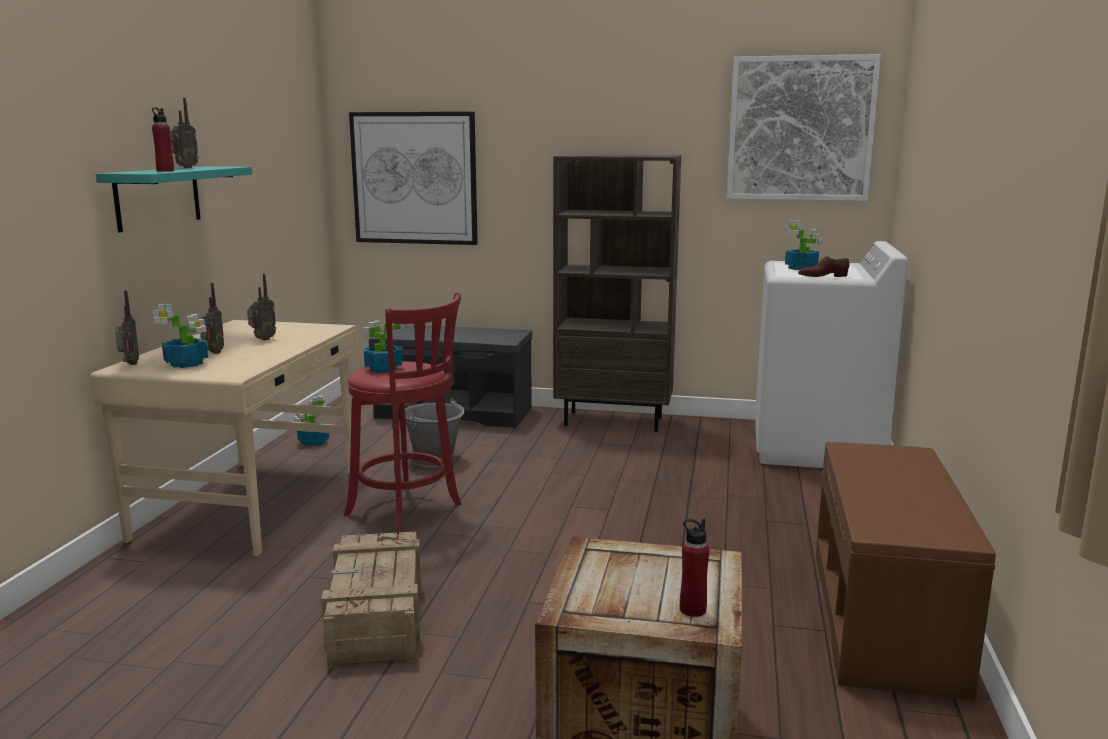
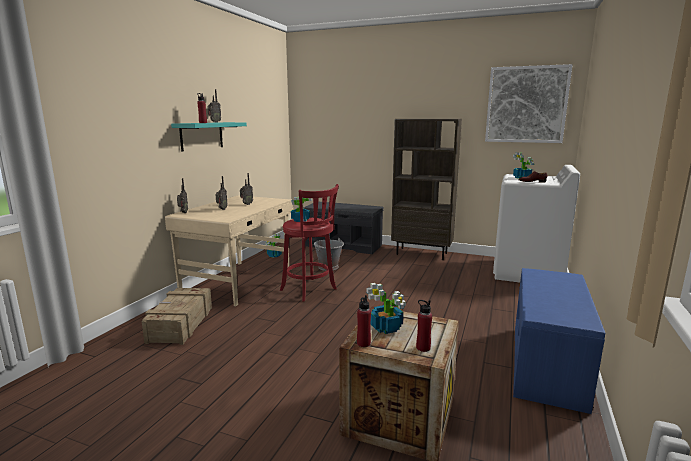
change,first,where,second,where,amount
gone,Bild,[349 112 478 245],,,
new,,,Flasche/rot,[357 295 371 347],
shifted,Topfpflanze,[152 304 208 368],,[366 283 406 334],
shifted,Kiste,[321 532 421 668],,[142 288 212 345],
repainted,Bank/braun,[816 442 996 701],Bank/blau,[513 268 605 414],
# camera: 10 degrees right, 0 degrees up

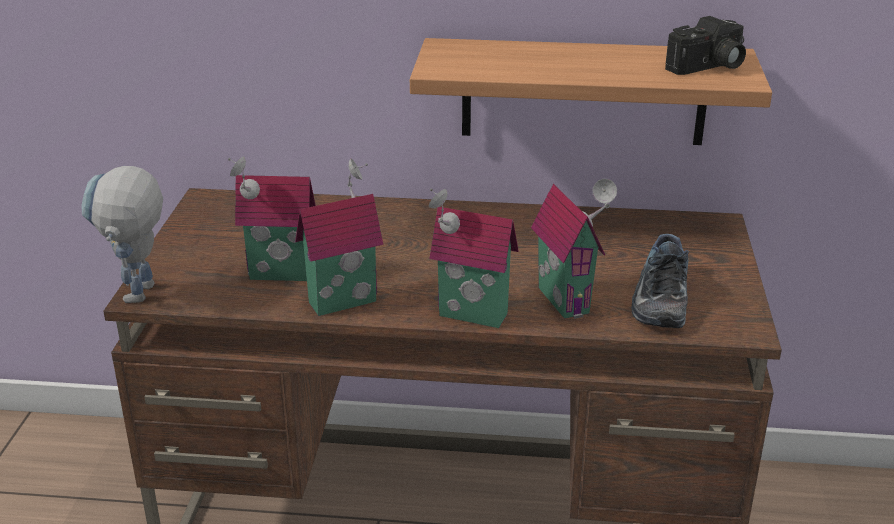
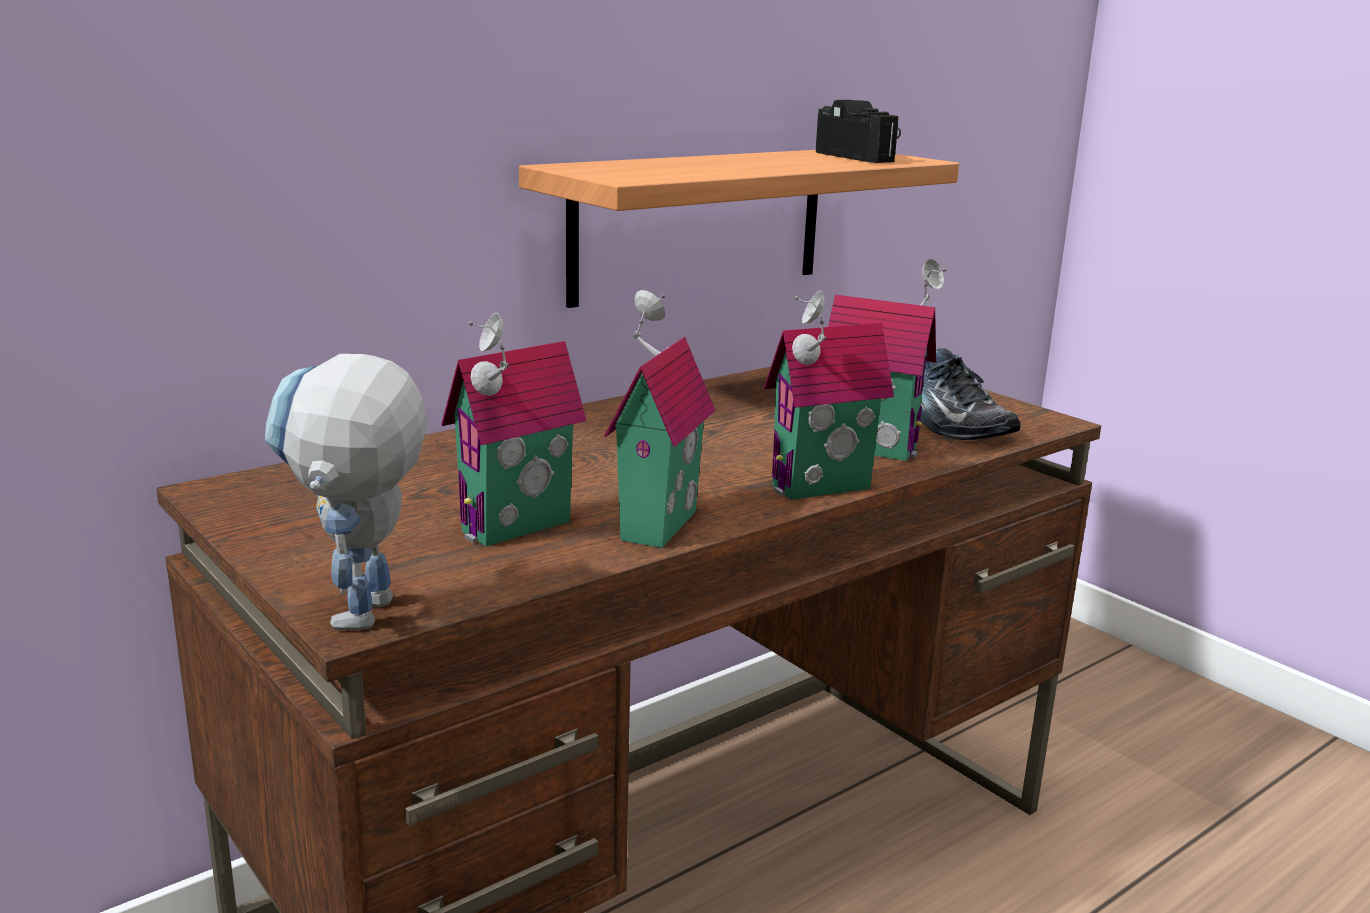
change,first,where,second,where,amount
rotated,Spielzeugroboter,[81 166 163 303],,[265 354 428 630],45 degrees clockwise
rotated,Kamera,[665 16 746 75],,[816 100 901 163],45 degrees counterclockwise
# camera: 45 degrees left, 10 degrees down

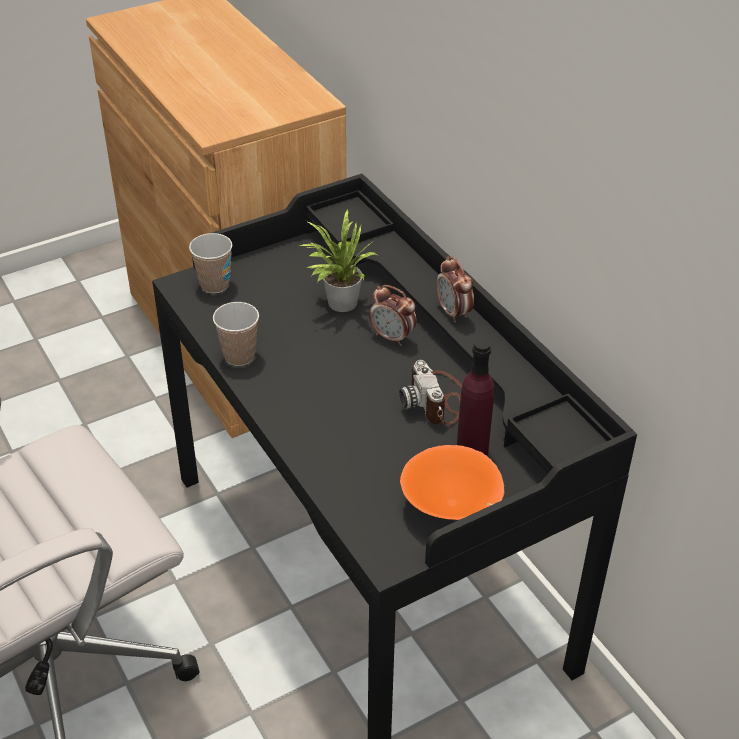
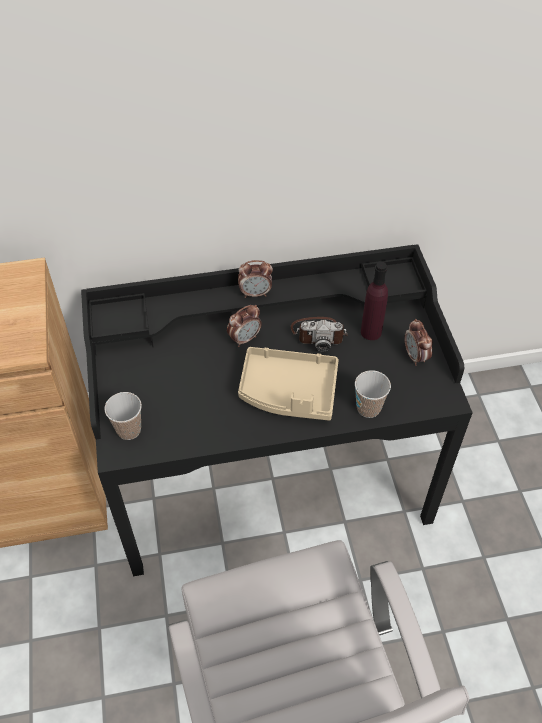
change,first,where,second,where,amount
gone,Topfpflanze,[300 209 377 312],,,
new,,,Tablett/beige,[238 347 339 420],
shifted,Tasse,[213 302 259 366],,[355 370 391 418],
swapped,Schüssel/orange,[400 445 504 520],Wecker,[405 319 433 366],
# camera: 70 degrees left, 10 degrees up

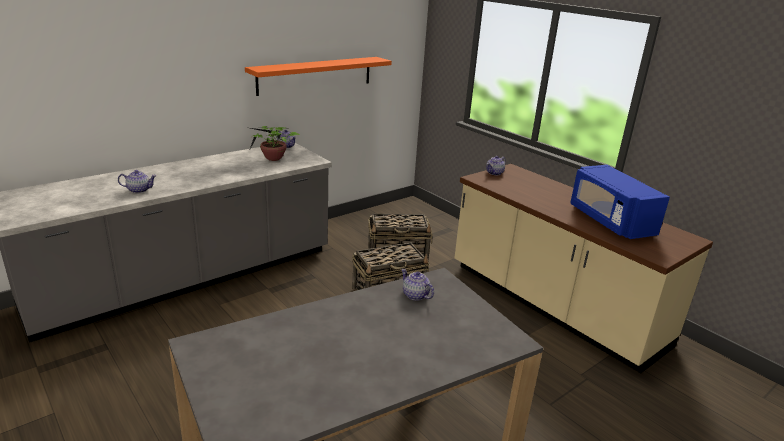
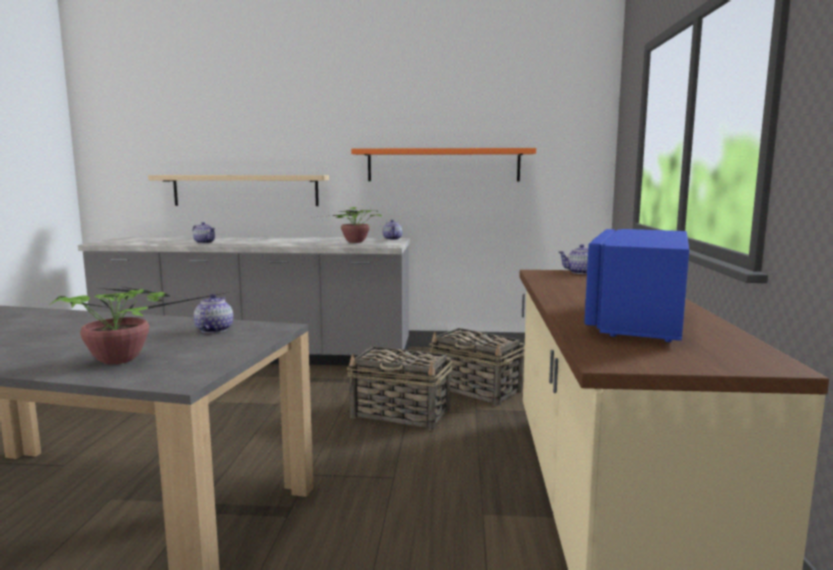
change,first,where,second,where,amount
new,,,Topfpflanze,[50 287 229 365],
new,,,Wandregal/beige,[148 175 329 206],
# camera: 45 degrees right, 15 degrees down

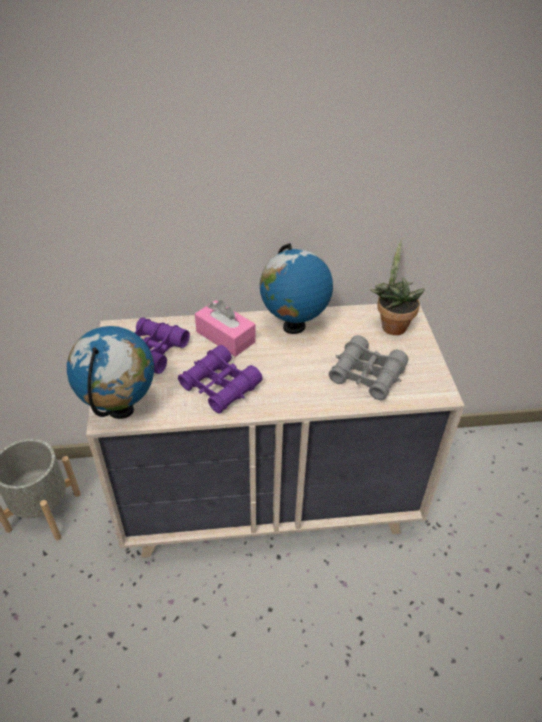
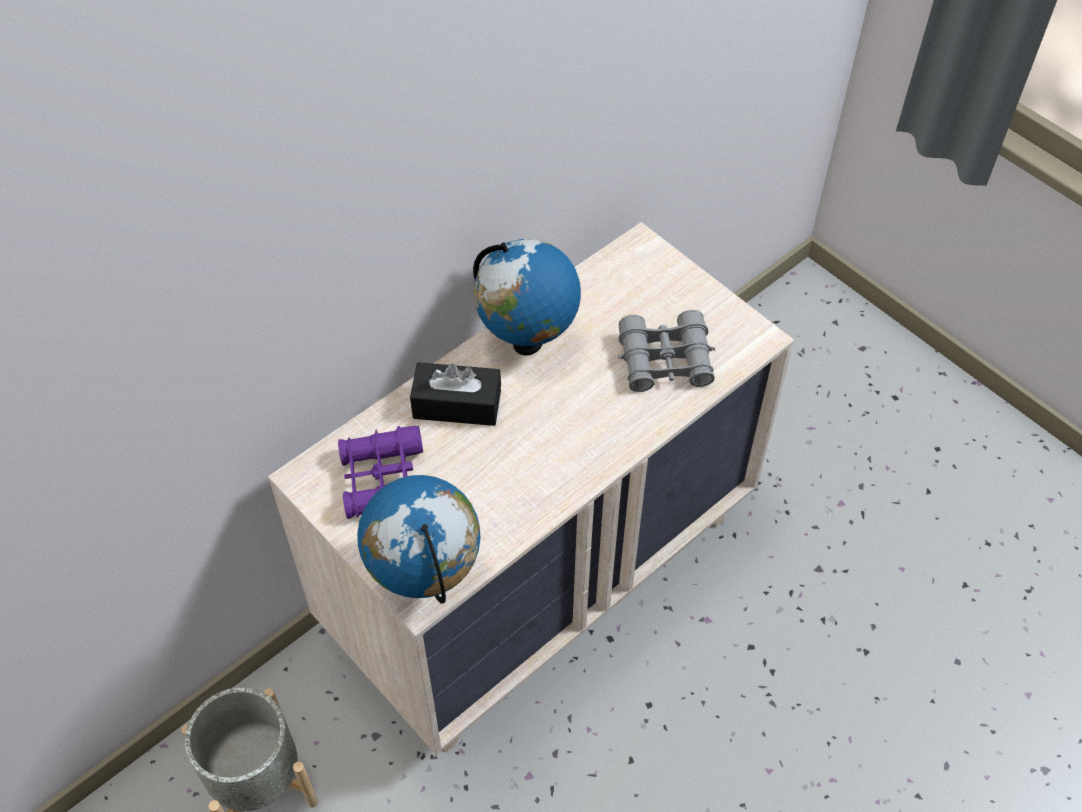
change,first,where,second,where,amount
gone,Fernglas/lila,[178 345 262 414],,,
gone,Topfpflanze,[370 239 425 335],,,
repainted,Taschentuchbox/rosa,[195 300 256 357],Taschentuchbox/schwarz,[410 362 501 426],
# camera: 35 degrees left, 10 degrees up

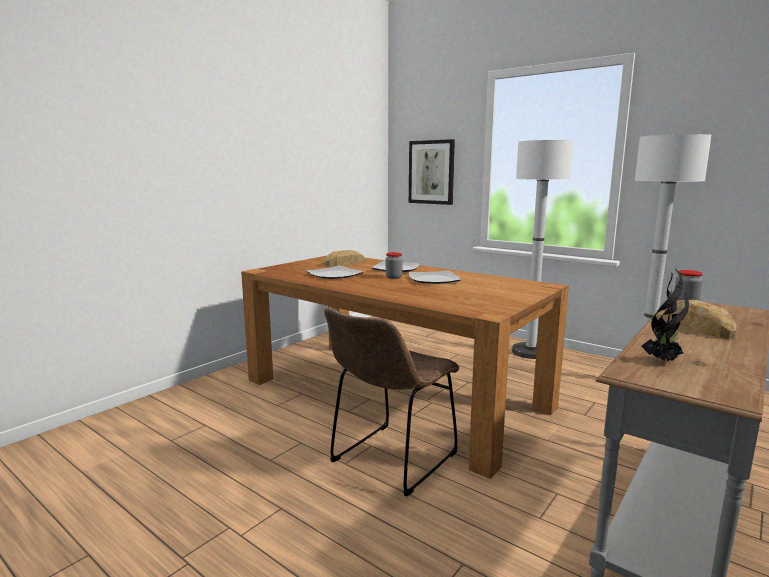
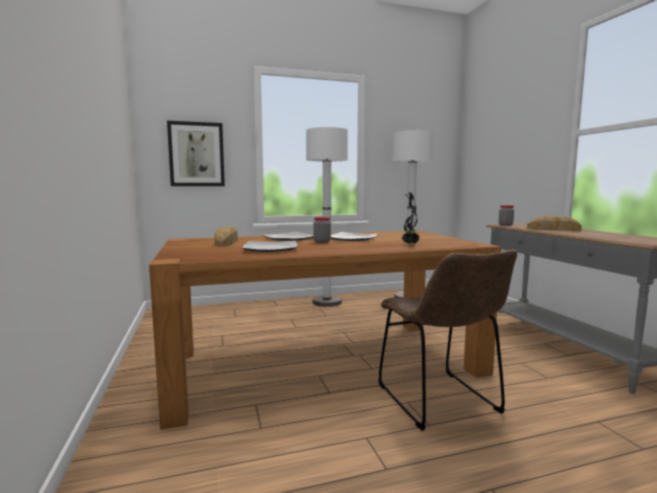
change,first,where,second,where,amount
shifted,Topfpflanze,[641 269 689 362],,[402 192 420 245],
# camera: 55 degrees left, 5 degrees down

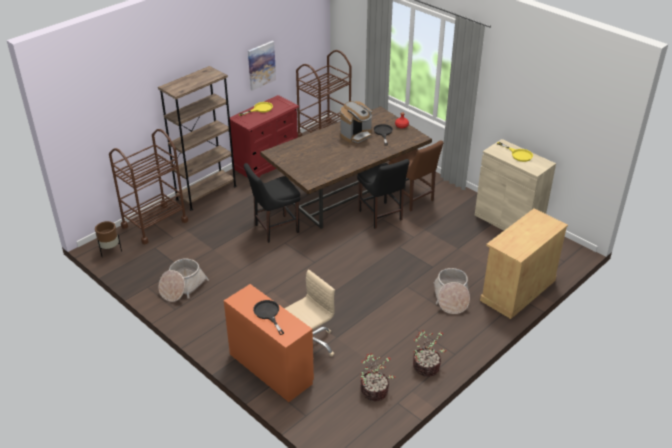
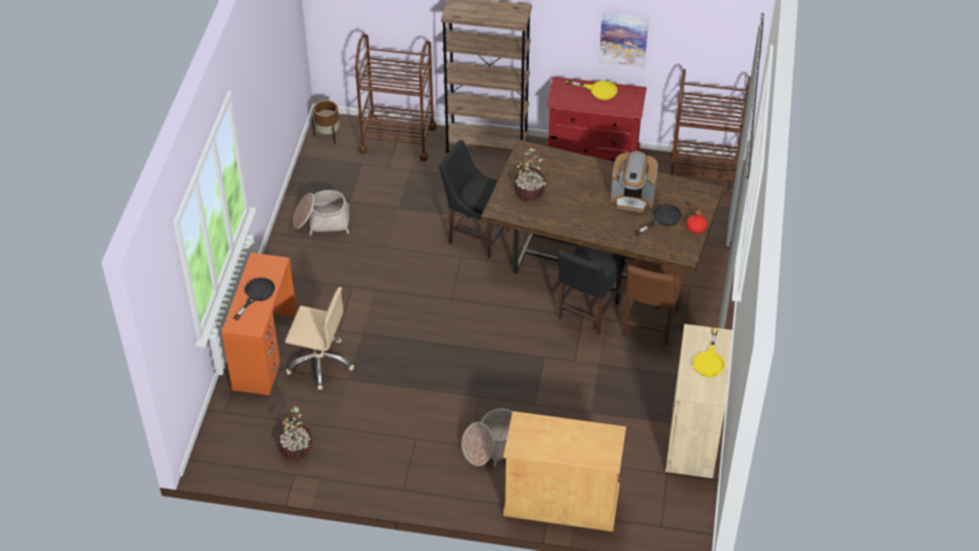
change,first,where,second,where,amount
shifted,Topfpflanze,[413 331 446 377],,[514 146 548 201],
# camera: 55 degrees right, 10 degrees up

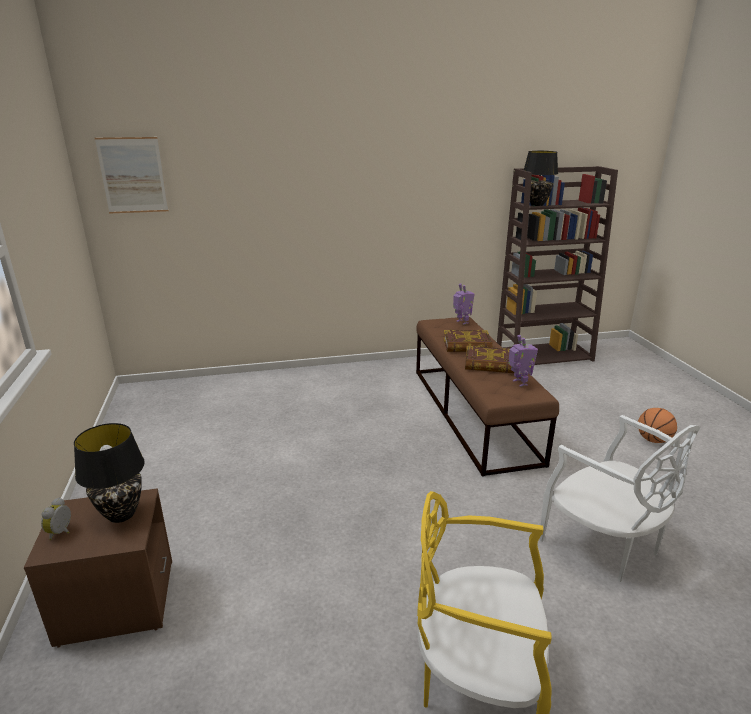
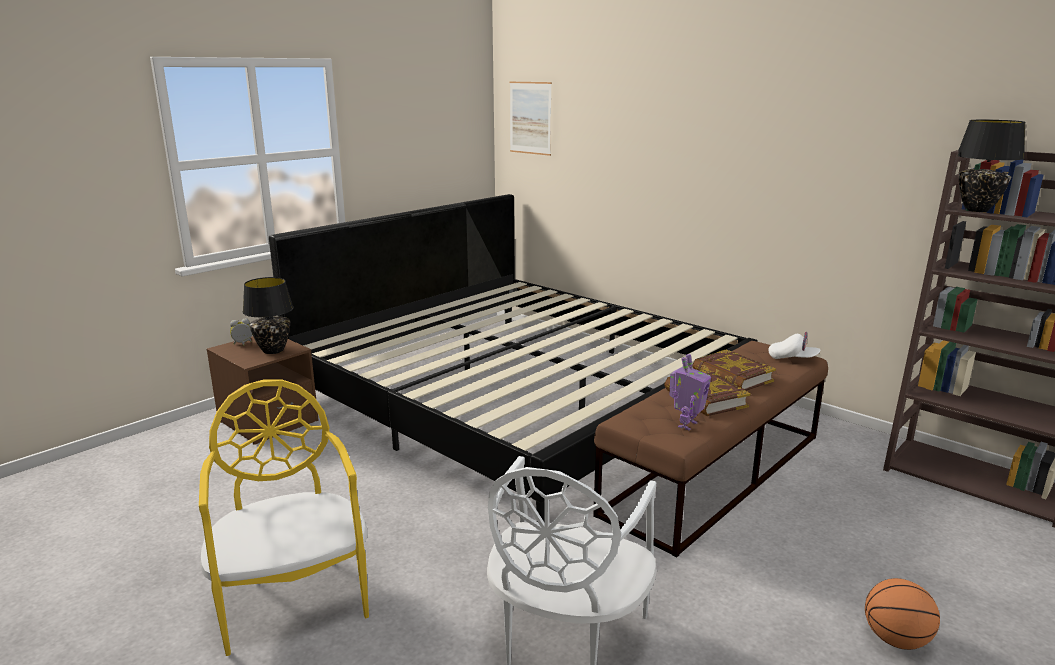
change,first,where,second,where,amount
new,,,Bett,[269 194 758 521],
swapped,Spielzeugroboter,[453 283 475 325],Kappe/weiß,[769 332 820 359],
# camera: 55 degrees right, 5 degrees down

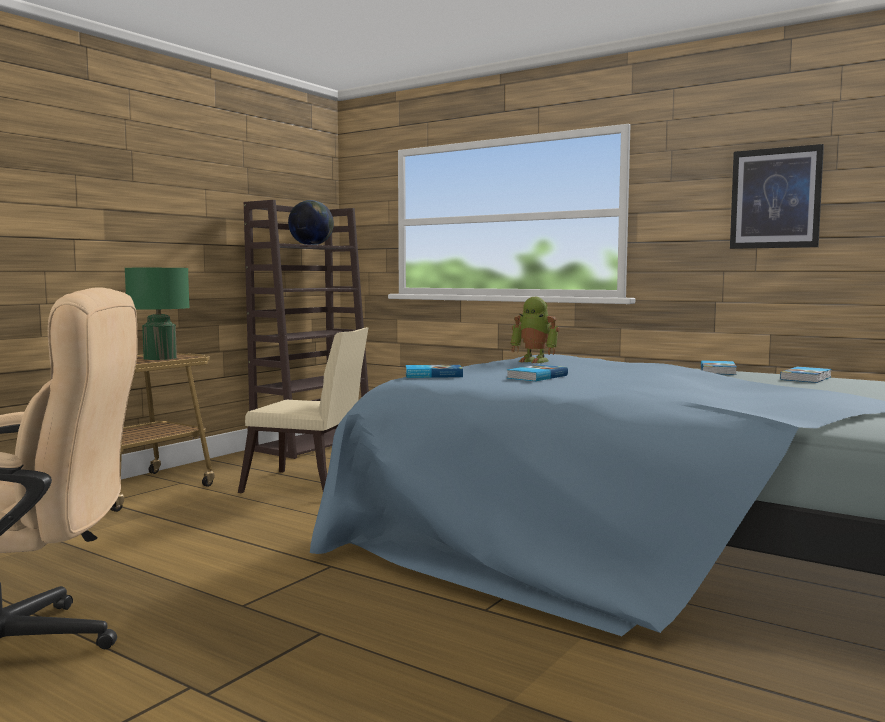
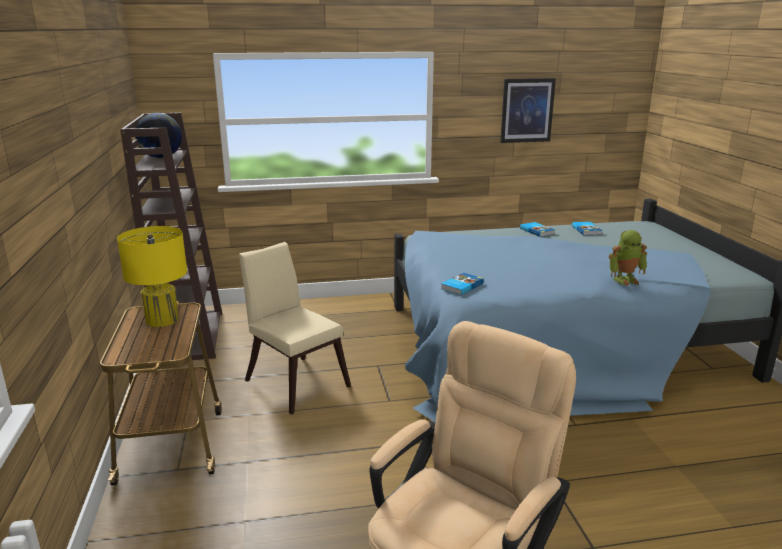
change,first,where,second,where,amount
gone,Buch,[507 365 568 381],,,
shifted,Spielzeugroboter,[510 297 560 363],,[609 230 647 286],
repainted,Tischlampe/grün,[125 267 190 360],Tischlampe/gelb,[117 226 187 327],
rotated,Stuhl/beige,[238 327 369 493],,[239 242 351 415],105 degrees counterclockwise
# camera: 45 degrees left, 15 degrees up

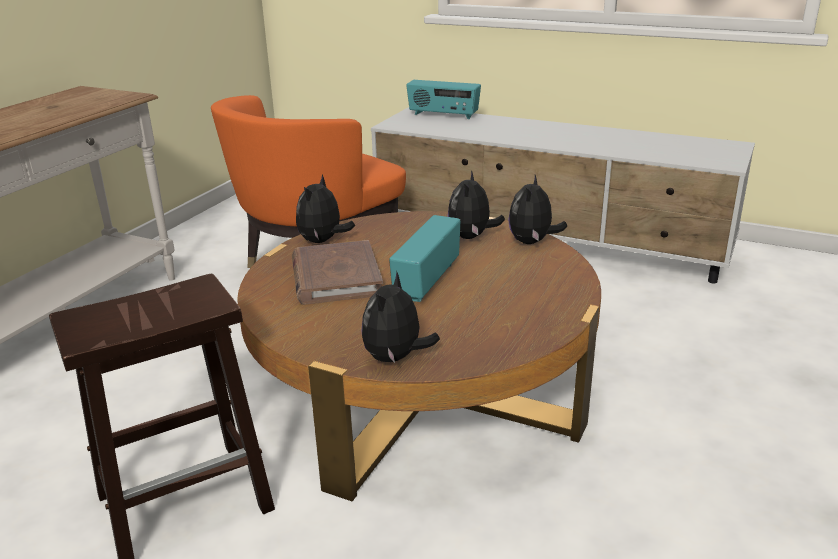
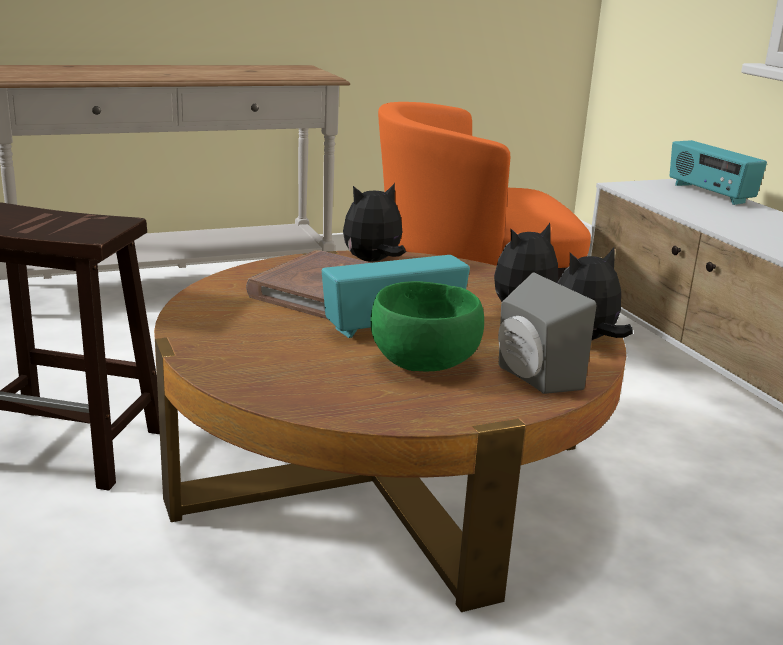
change,first,where,second,where,amount
gone,Plüschtier,[361 271 440 363],,,
new,,,Schüssel/grün,[370 281 484 371],
new,,,Lautsprecher/grau,[498 272 596 394],
# camera: 40 degrees right, 5 degrees down

